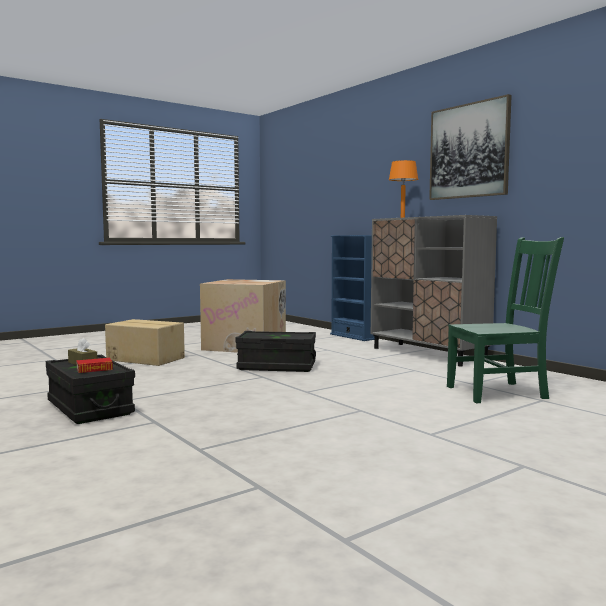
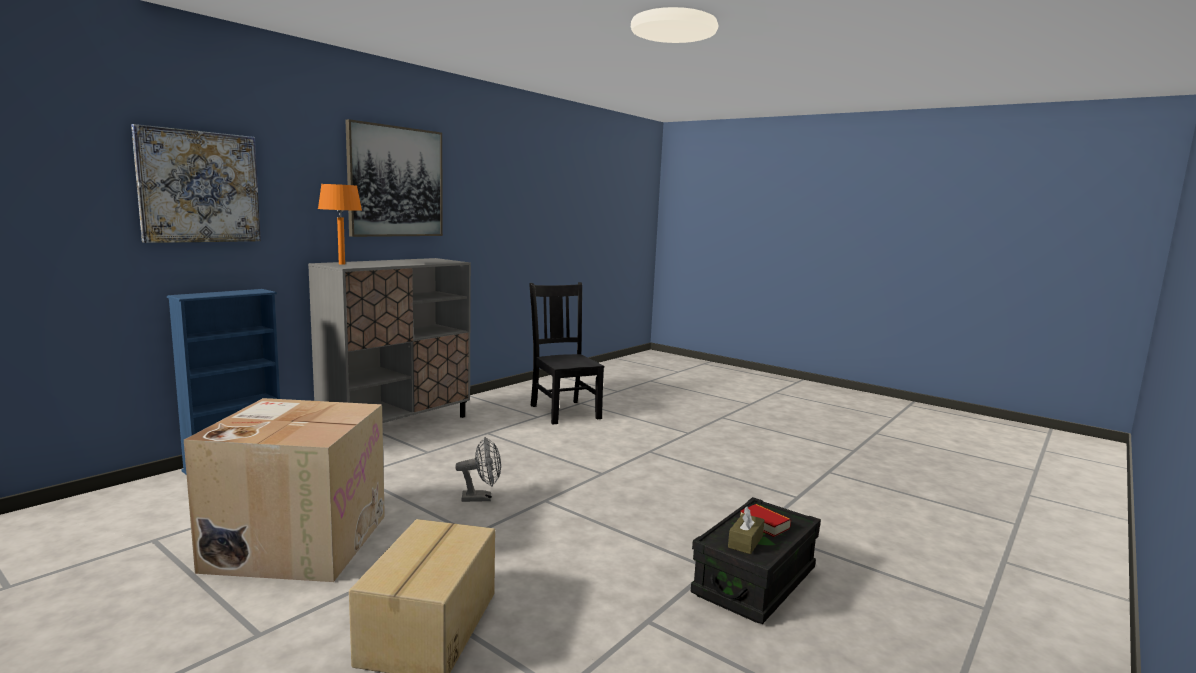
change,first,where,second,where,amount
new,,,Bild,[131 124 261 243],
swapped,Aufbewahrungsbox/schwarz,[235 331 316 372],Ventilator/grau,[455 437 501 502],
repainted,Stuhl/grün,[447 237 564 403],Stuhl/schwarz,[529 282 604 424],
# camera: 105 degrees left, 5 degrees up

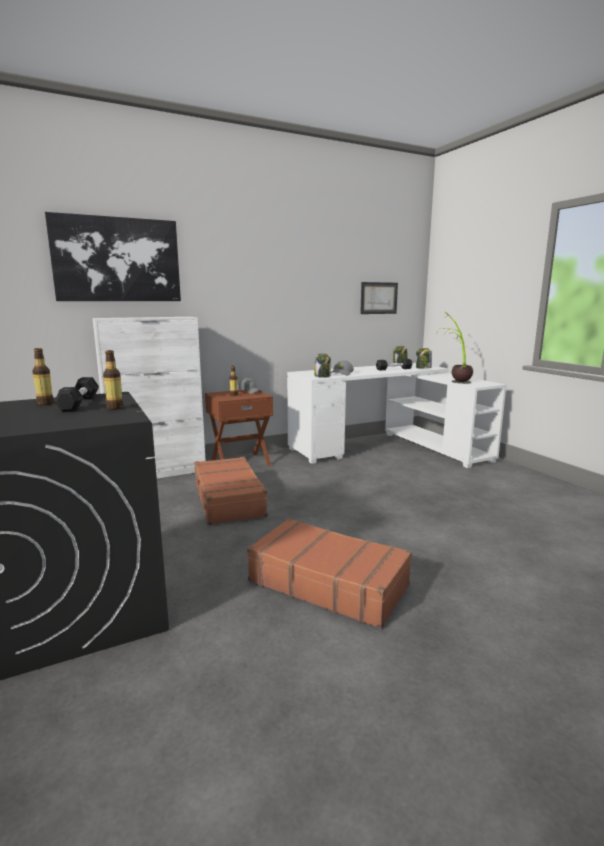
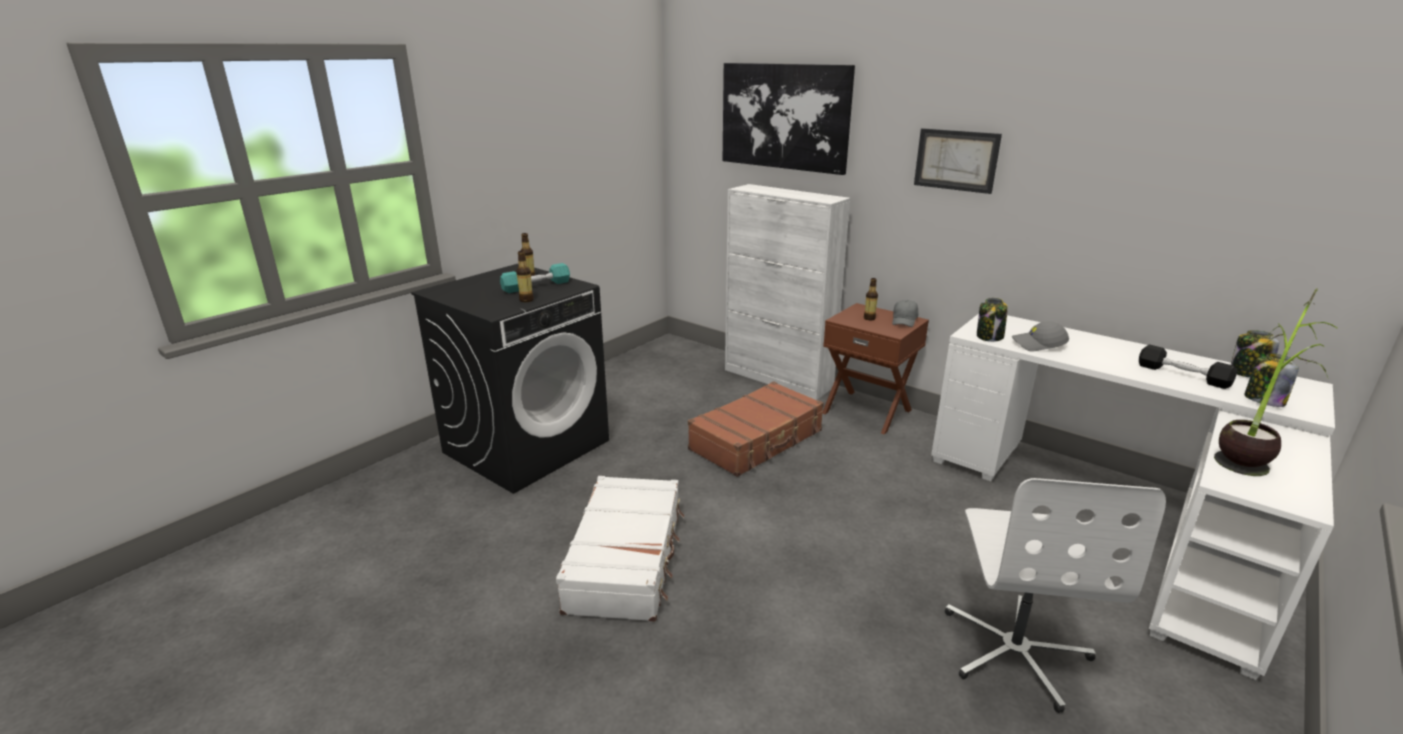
change,first,where,second,where,amount
new,,,Bürostuhl/weiß,[945 478 1166 713],
shifted,Bild,[360 282 398 314],,[914 128 1002 194],
repainted,Hantel/schwarz,[55 377 99 412],Hantel/türkis,[500 263 570 293],
repainted,Koffer/braun,[247 518 412 629],Koffer/weiß,[556 476 684 622],
# camera: 65 degrees right, 10 degrees up

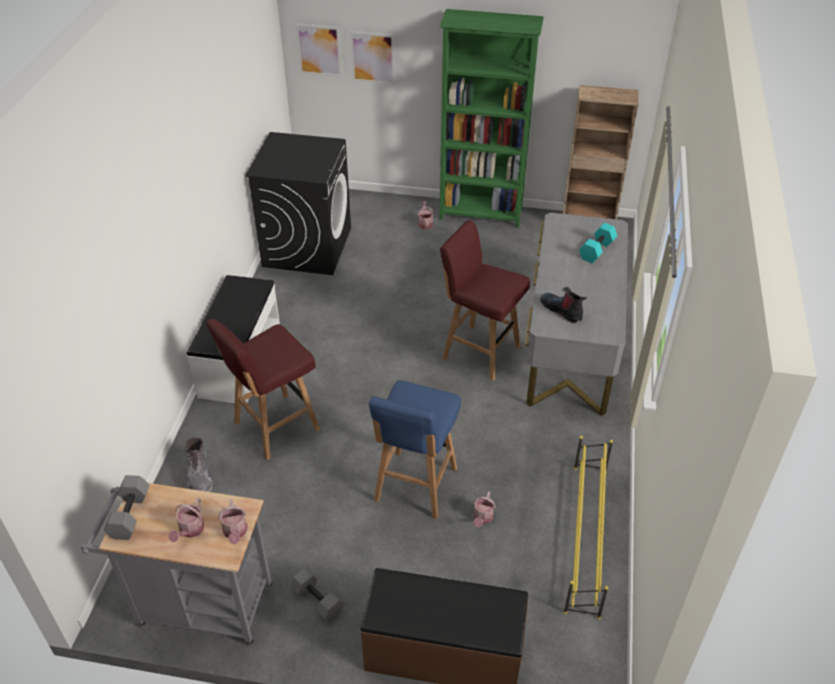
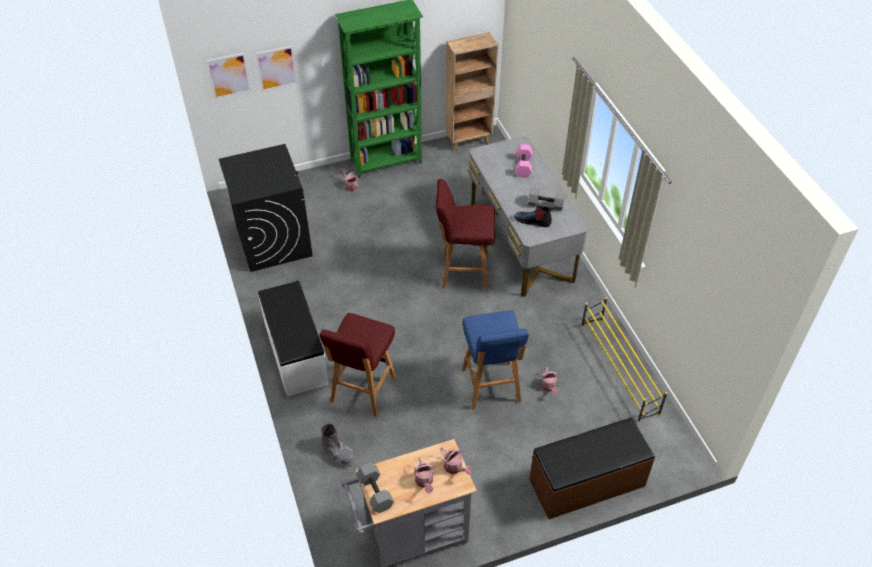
change,first,where,second,where,amount
shifted,Hantel/grau,[290 568 344 622],,[528 188 565 211],
repainted,Hantel/türkis,[579 223 617 263],Hantel/rosa,[516 144 532 178],
# camera: 30 degrees left, 5 degrees up

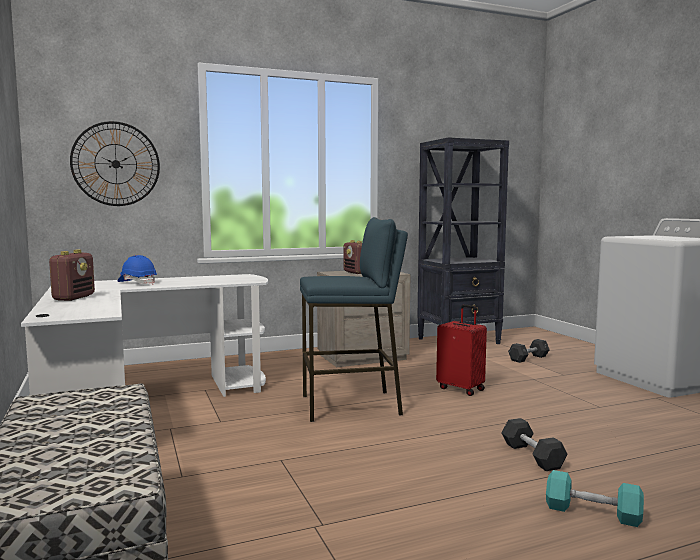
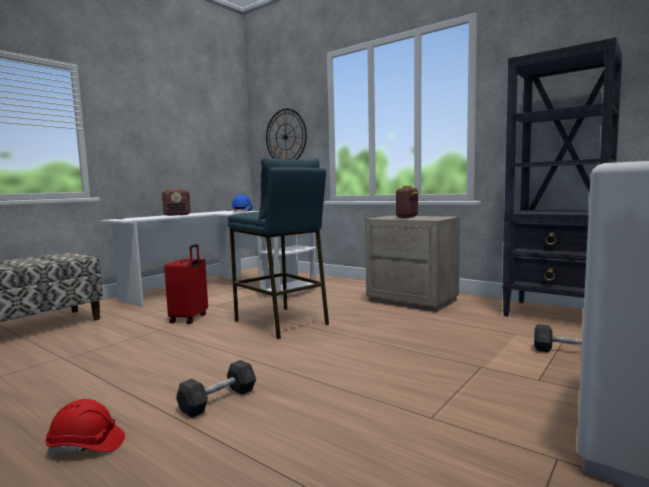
change,first,where,second,where,amount
shifted,Koffer/rot,[436 304 487 396],,[164 244 208 324],
swapped,Hantel/türkis,[546 470 644 527],Schutzhelm/rot,[45 399 125 454],
# camera: 60 degrees right, 0 degrees up

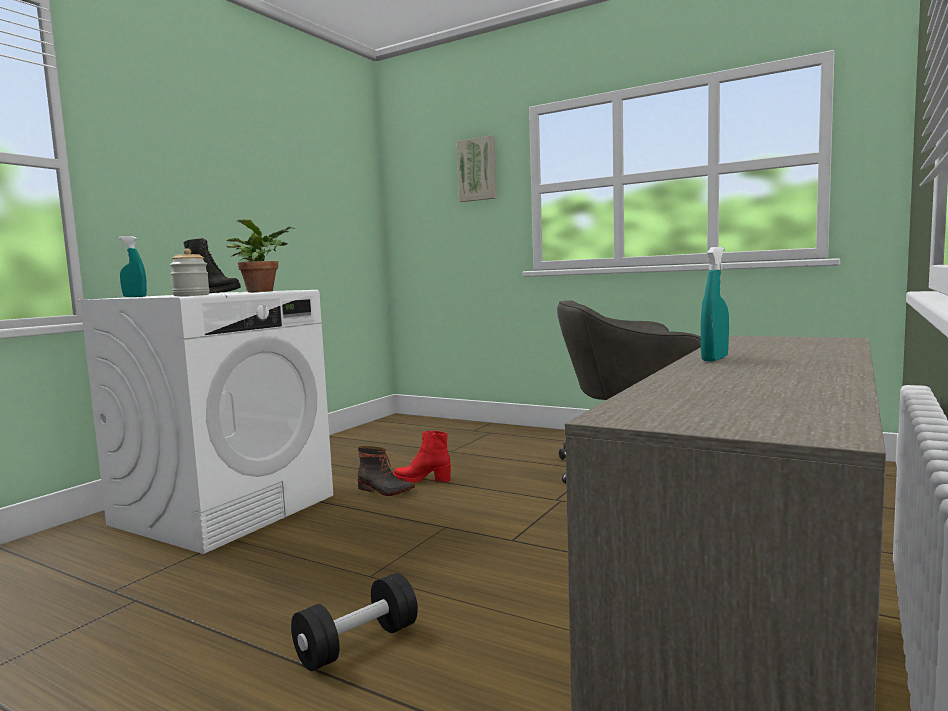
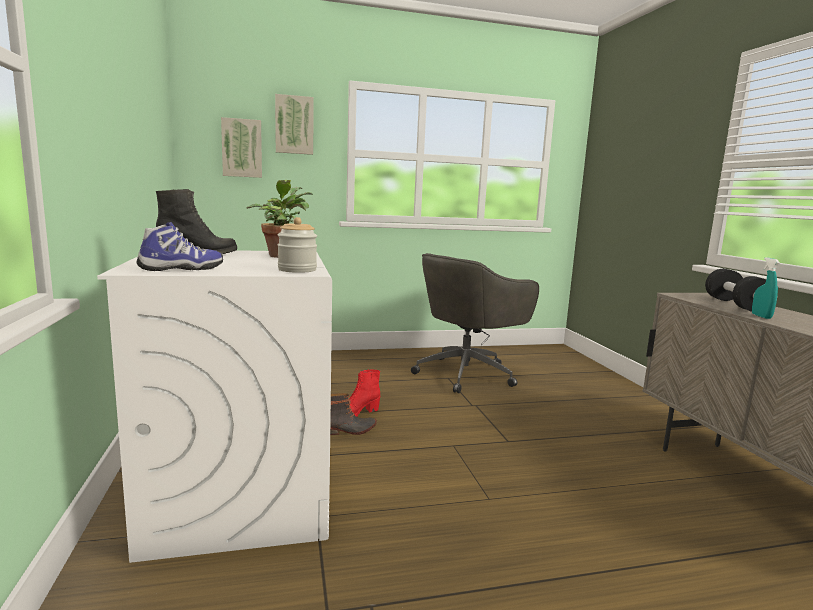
change,first,where,second,where,amount
new,,,Bild,[221 117 262 178],
shifted,Hantel/schwarz,[291 573 418 671],,[705 269 766 312],
swapped,Sprühflasche/türkis,[119 236 147 297],Schuh,[137 222 223 271],
# camera: 45 degrees left, 5 degrees up

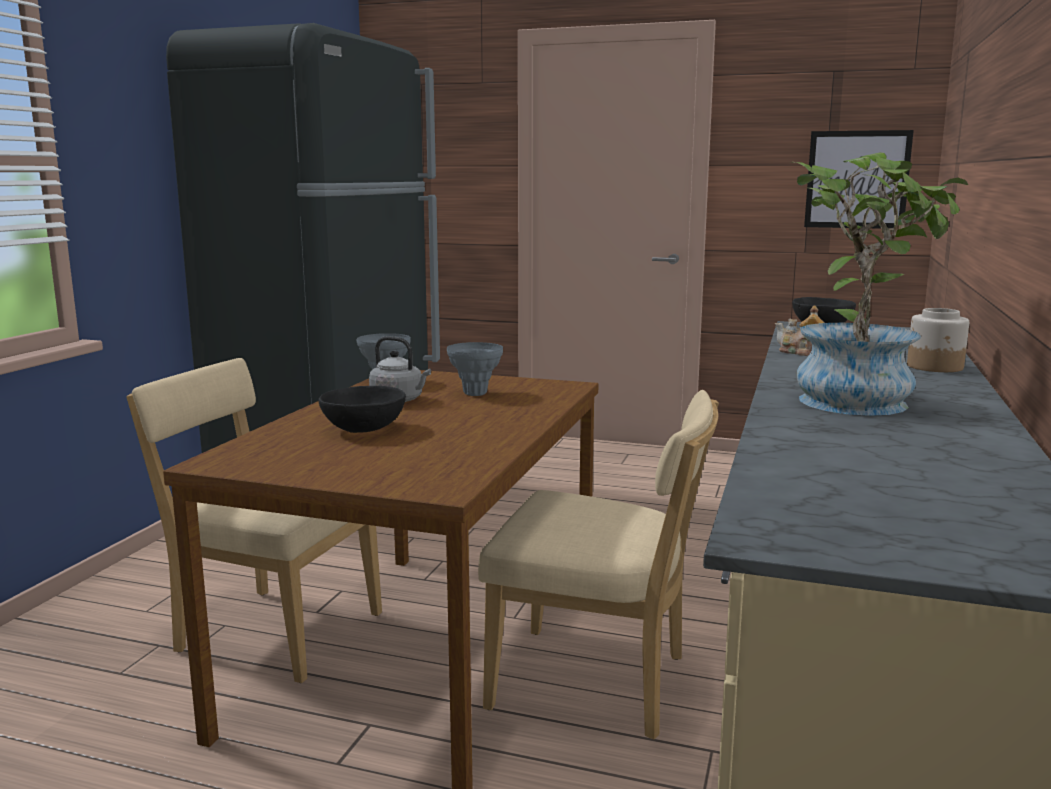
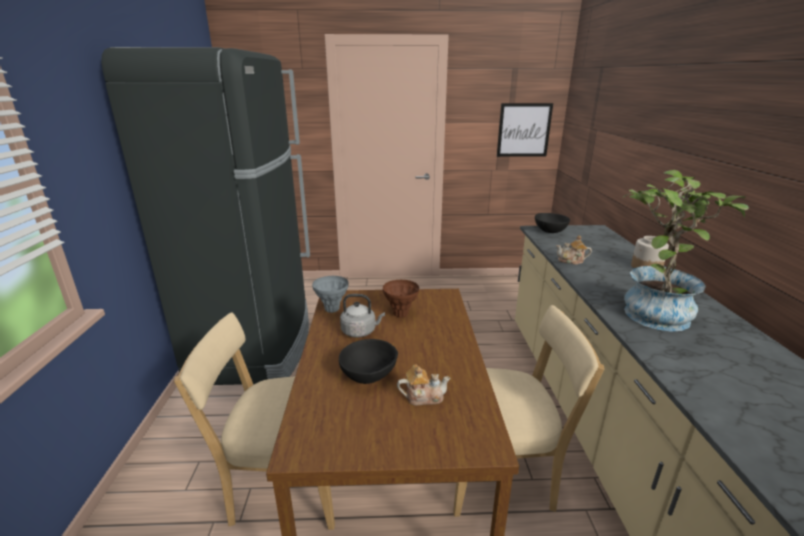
change,first,where,second,where,amount
new,,,Teekanne,[397 364 450 405],
repainted,Vase/grau,[447 342 503 396],Vase/braun,[383 280 419 317],
# camera: 20 degrees left, 10 degrees up

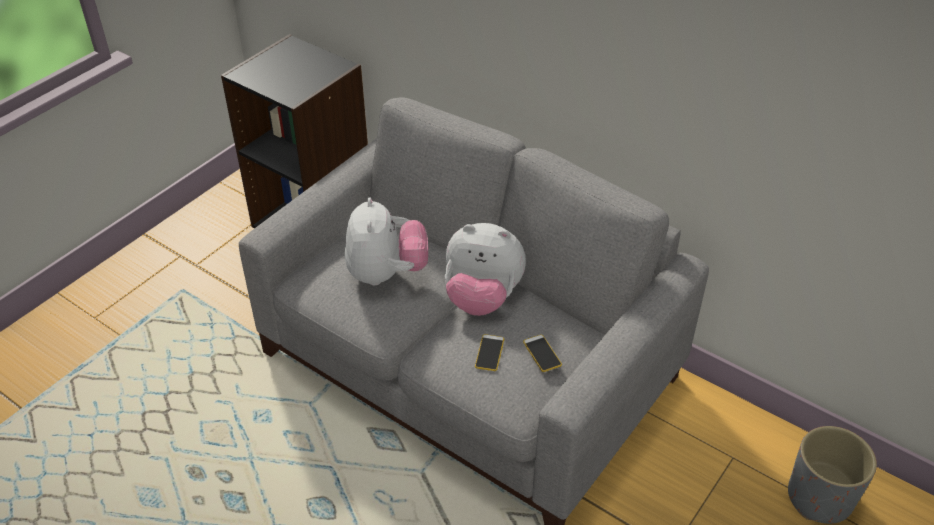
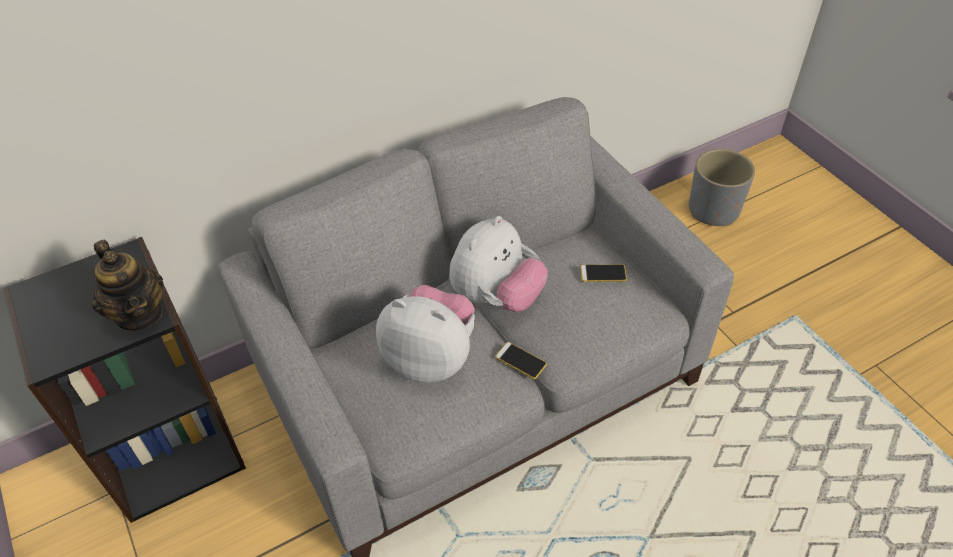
change,first,where,second,where,amount
new,,,Teekanne,[92 240 164 331],
shifted,Handy,[475 334 504 371],,[495 342 547 379],
# camera: 65 degrees left, 5 degrees up

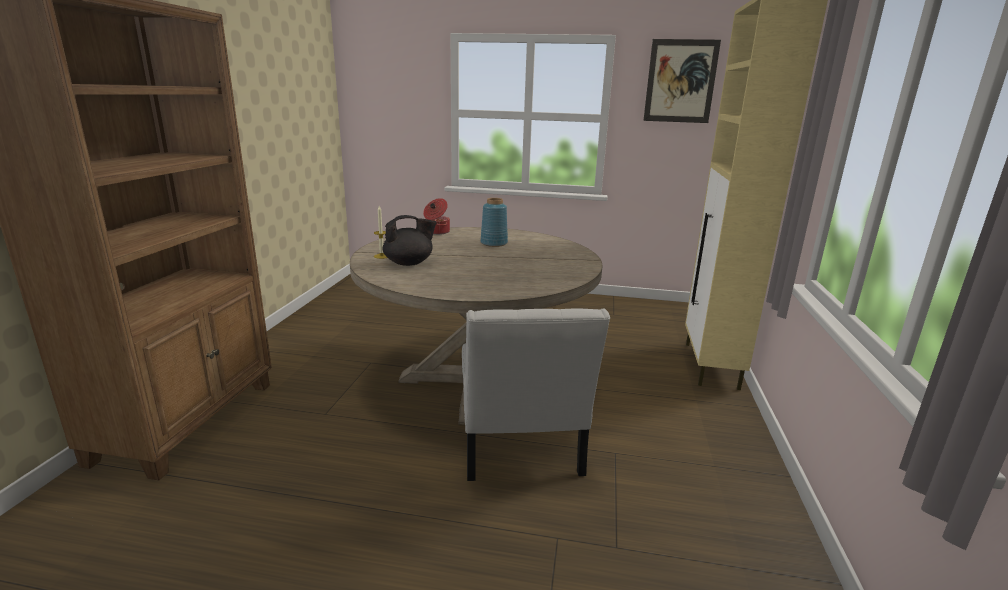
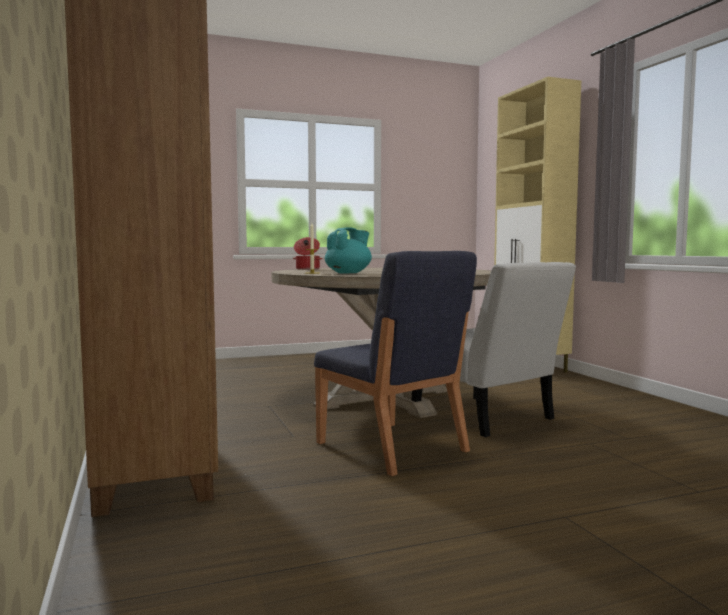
change,first,where,second,where,amount
gone,Vase/blau,[480 198 508 247],,,
gone,Bild,[644 39 721 123],,,
new,,,Stuhl/blau,[314 251 477 476],
repainted,Teekanne/schwarz,[383 215 437 266],Teekanne/türkis,[325 227 372 274],
# camera: 30 degrees left, 15 degrees down

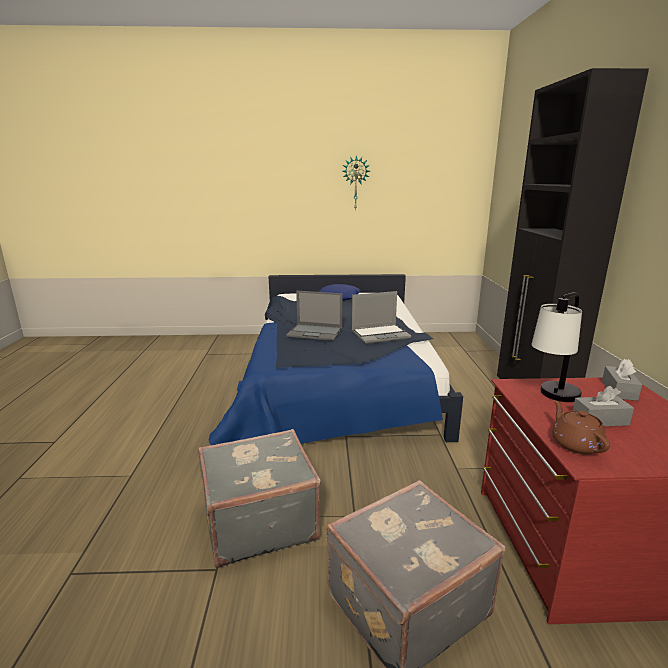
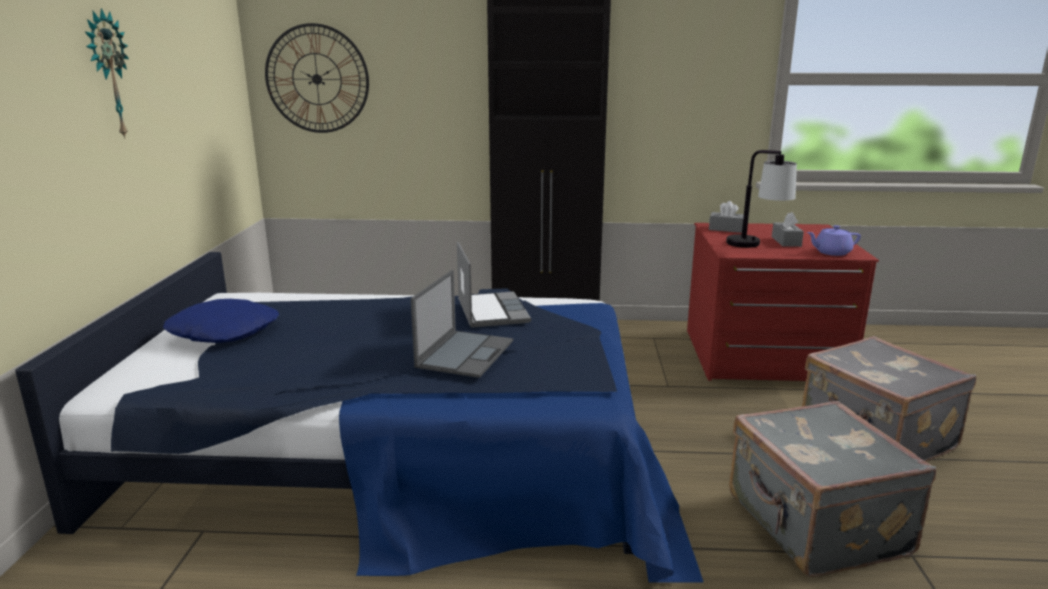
change,first,where,second,where,amount
new,,,Wanduhr,[265 23 369 133],
repainted,Teekanne/braun,[552 400 610 455],Teekanne/lila,[807 225 861 256],
# camera: 85 degrees left, 0 degrees up

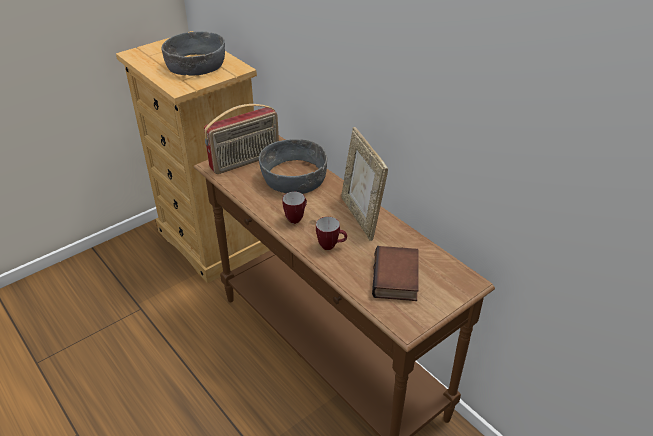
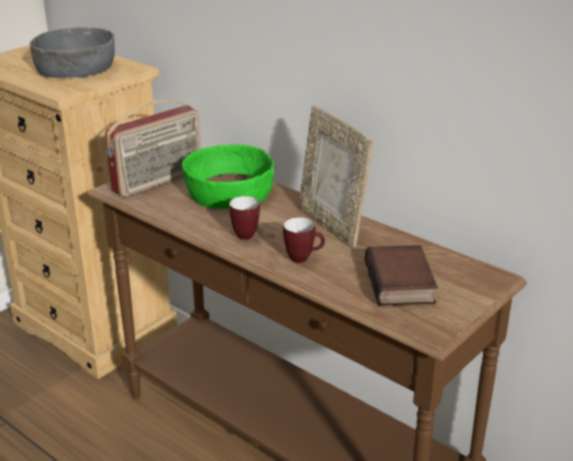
change,first,where,second,where,amount
repainted,Schüssel/grau,[259 139 327 194],Schüssel/grün,[182 144 274 209],
# camera: 10 degrees left, 10 degrees down

